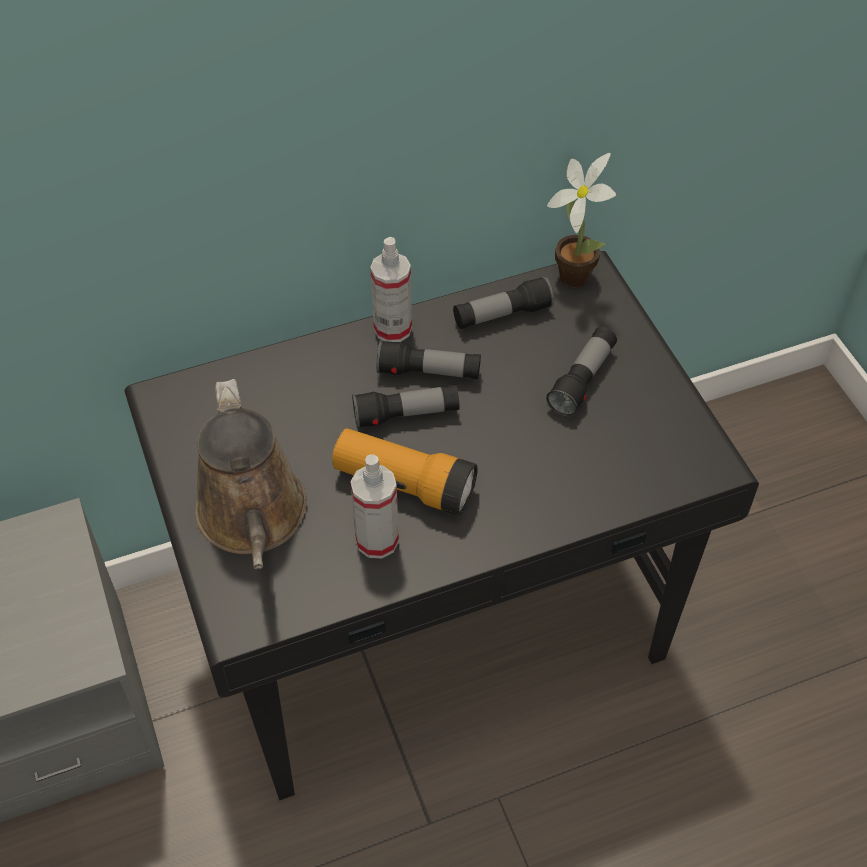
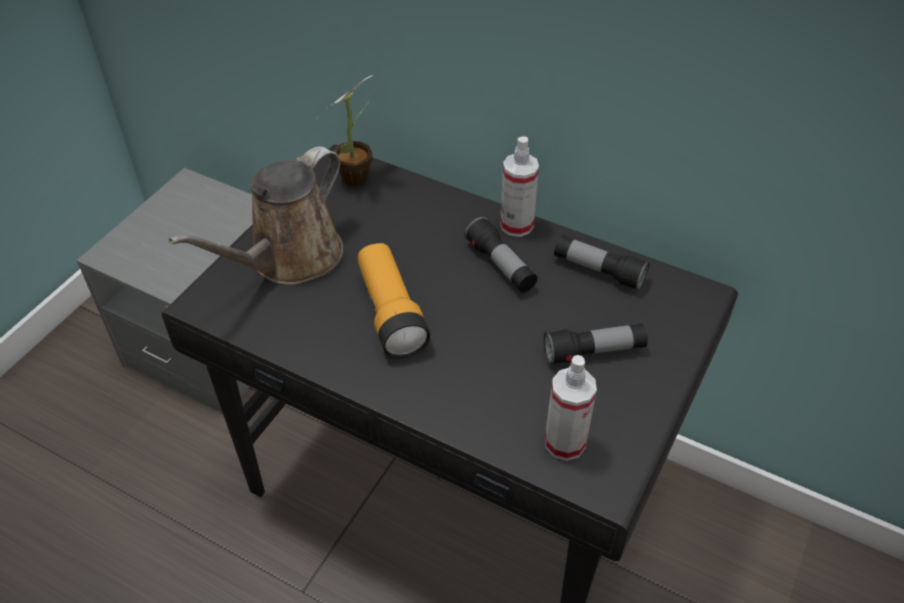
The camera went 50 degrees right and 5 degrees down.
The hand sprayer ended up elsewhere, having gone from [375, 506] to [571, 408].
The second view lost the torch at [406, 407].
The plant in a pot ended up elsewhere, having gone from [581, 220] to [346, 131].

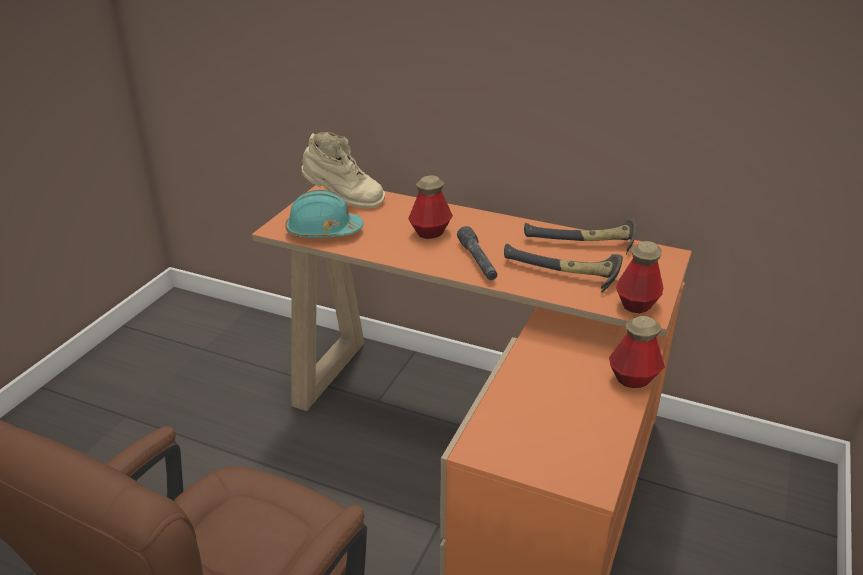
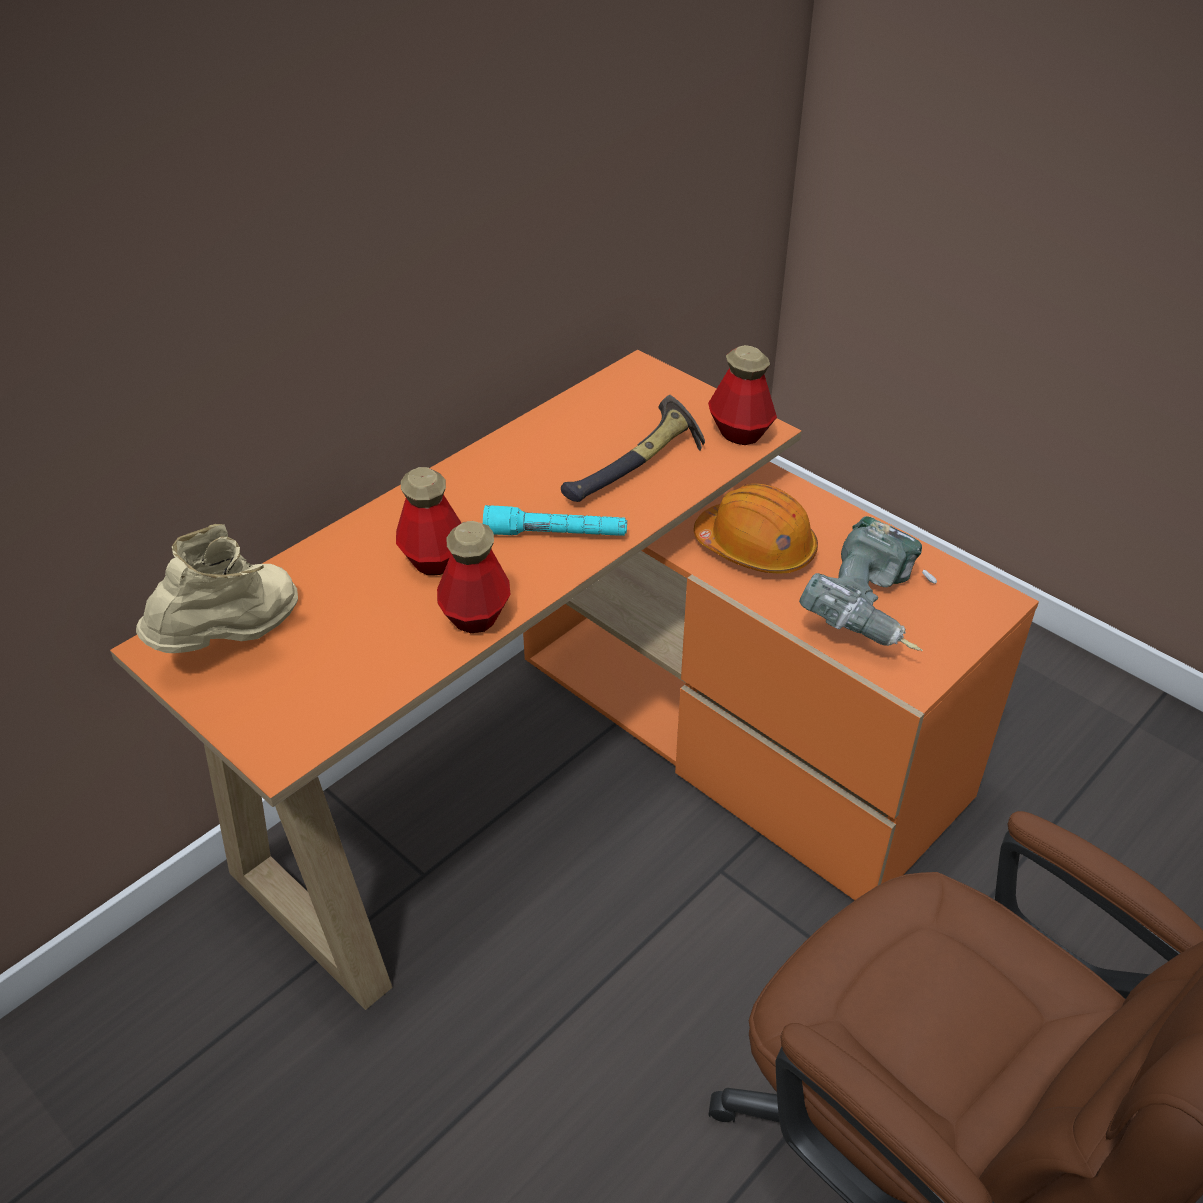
The camera went 70 degrees left and 10 degrees up.
The second view lost the turquoise hard hat at [324, 214].
What was the greyish torch at [477, 253] turned into the turquoise torch at [555, 520].
The second view lost the tool hammer at [580, 236].
The beverage bottle ended up elsewhere, having gone from [637, 352] to [474, 577].
The second view gained the orangey hard hat at [756, 528].
The second view gained the electric drill at [868, 583].

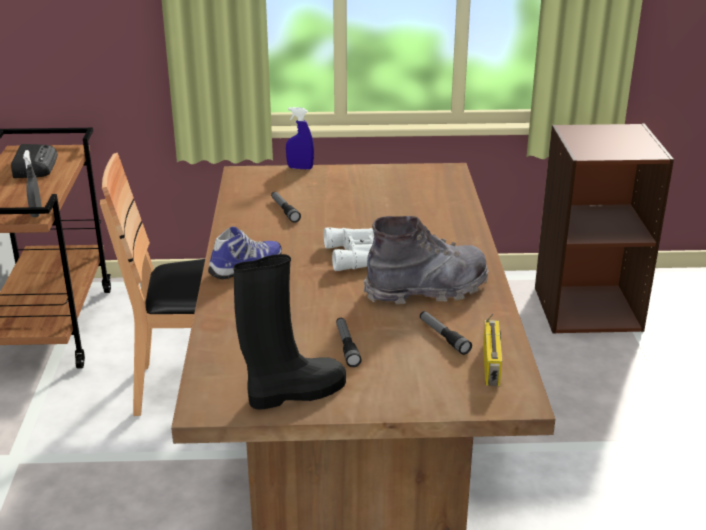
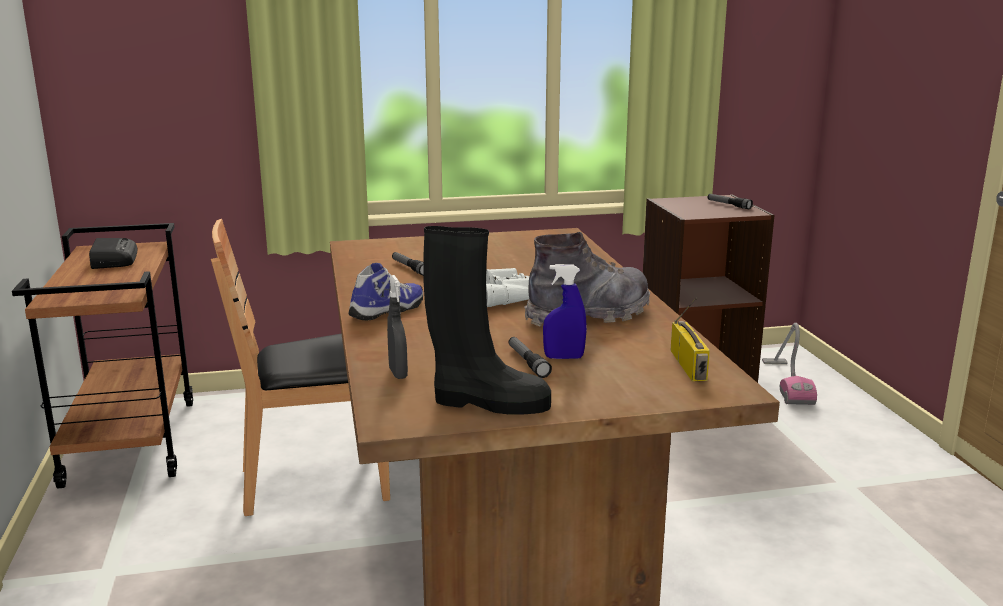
The camera went 10 degrees left and 10 degrees down.
The greyish hand sprayer ended up elsewhere, having gone from [32, 183] to [397, 327].
The black-coloured high-top boot at [290, 331] ended up facing another way, 45 degrees clockwise from before.
The bluish hand sprayer ended up elsewhere, having gone from [300, 138] to [565, 311].
The torch ended up elsewhere, having gone from [446, 333] to [730, 202].
The second view gained the vacuum cleaner at [789, 364].

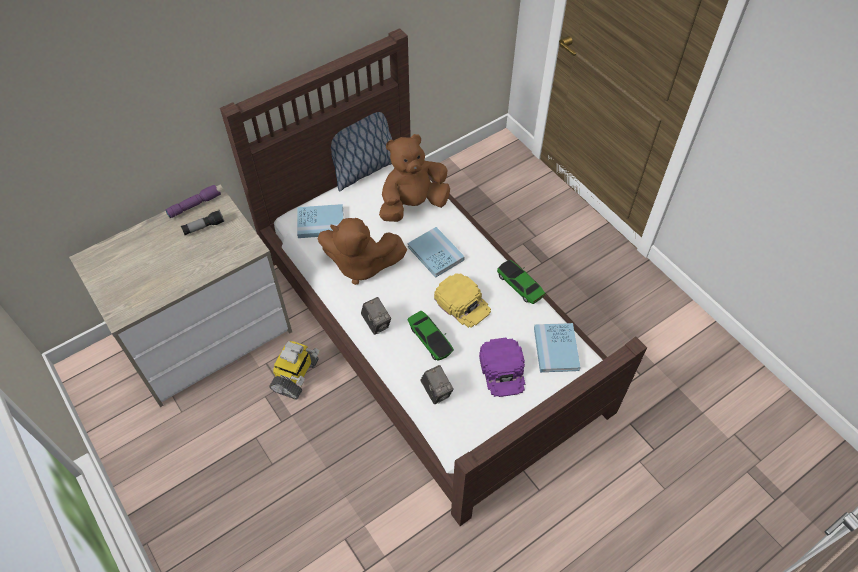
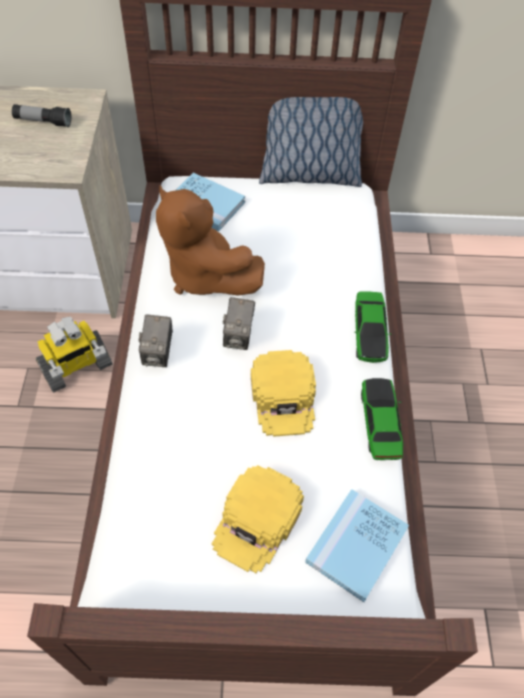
The camera went 35 degrees right and 0 degrees up.
The second view lost the purple-coloured torch at [193, 201].
The second view lost the brown cuddly toy at [414, 178].
The toy car ended up elsewhere, having gone from [430, 336] to [373, 327].
The second view lost the bluish volume at [436, 252].
The photo camera ended up elsewhere, having gone from [437, 384] to [239, 323].
What was the purple-coloured baseball cap at [502, 367] turned into the yellow baseball cap at [258, 519].

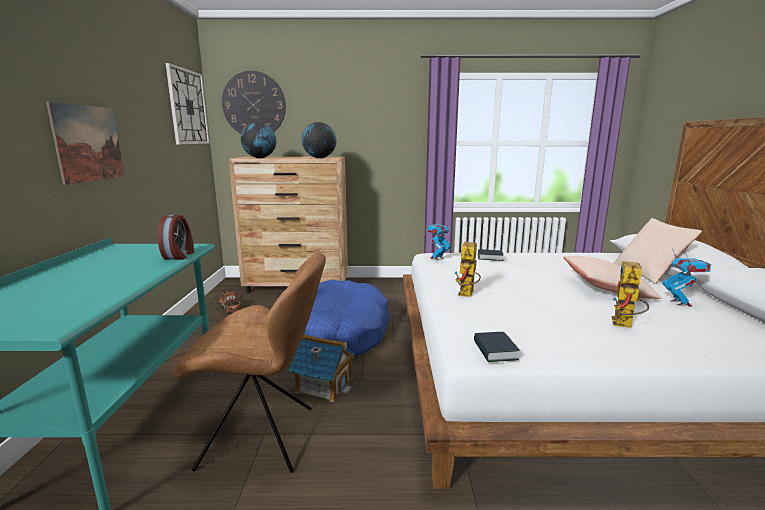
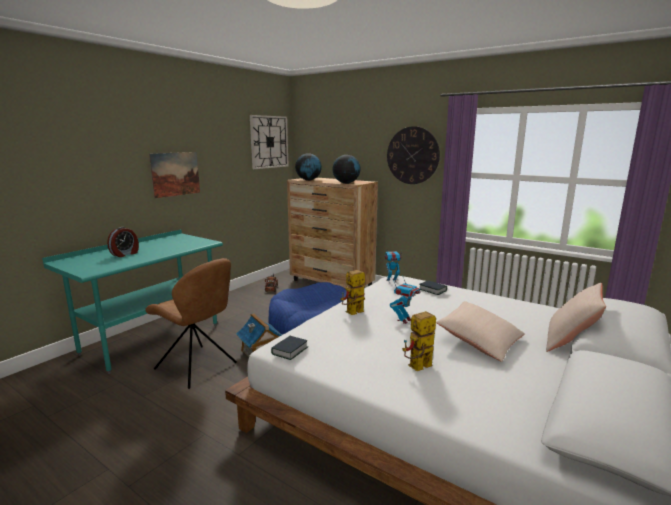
The camera went 35 degrees right and 0 degrees up.
The bedside clock ended up elsewhere, having gone from [176, 236] to [123, 242].
The clock on the wall ended up elsewhere, having gone from [254, 102] to [413, 155].
The model robot ended up elsewhere, having gone from [686, 277] to [405, 299].

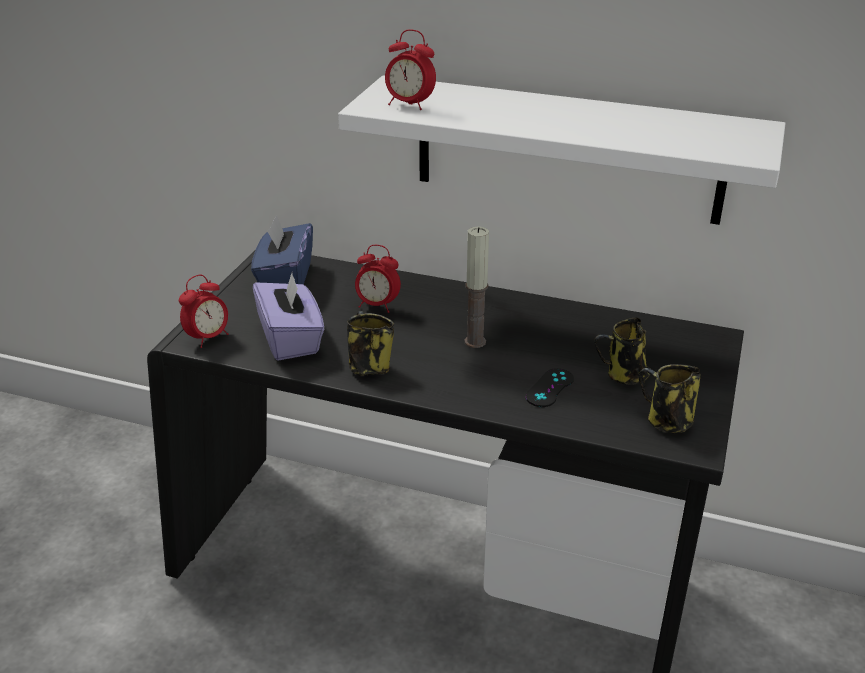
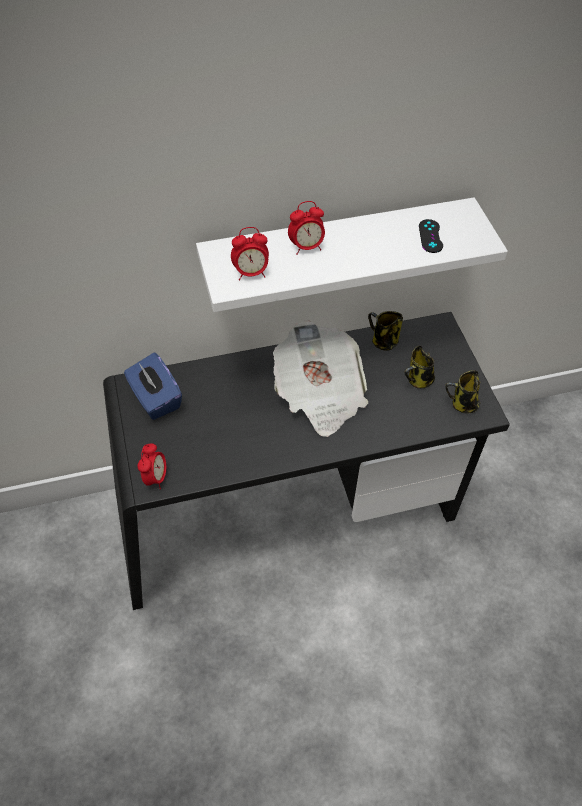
The camera went 35 degrees left and 20 degrees up.
The second view lost the purple-coloured box of tissues at [288, 315].
The mug ended up elsewhere, having gone from [370, 343] to [385, 331].
The bedside clock ended up elsewhere, having gone from [378, 279] to [306, 228].
Where the wax light stood at [477, 287], the daily paper came to stand at [320, 378].
The black-coloured joypad ended up elsewhere, having gone from [550, 387] to [431, 236].

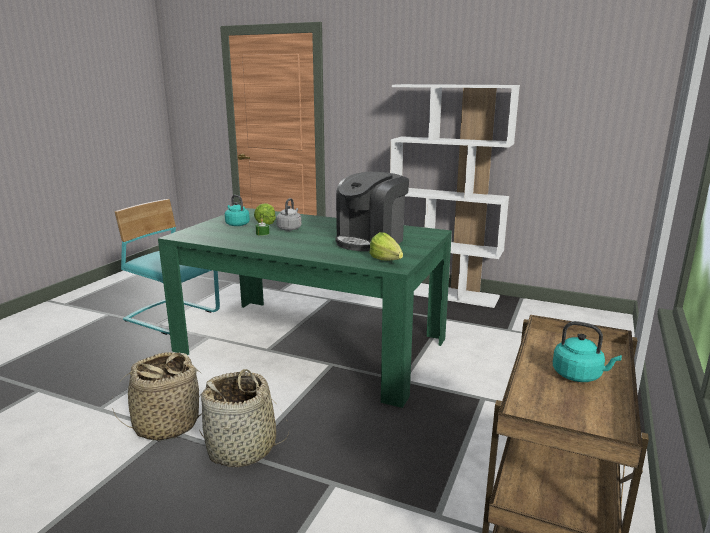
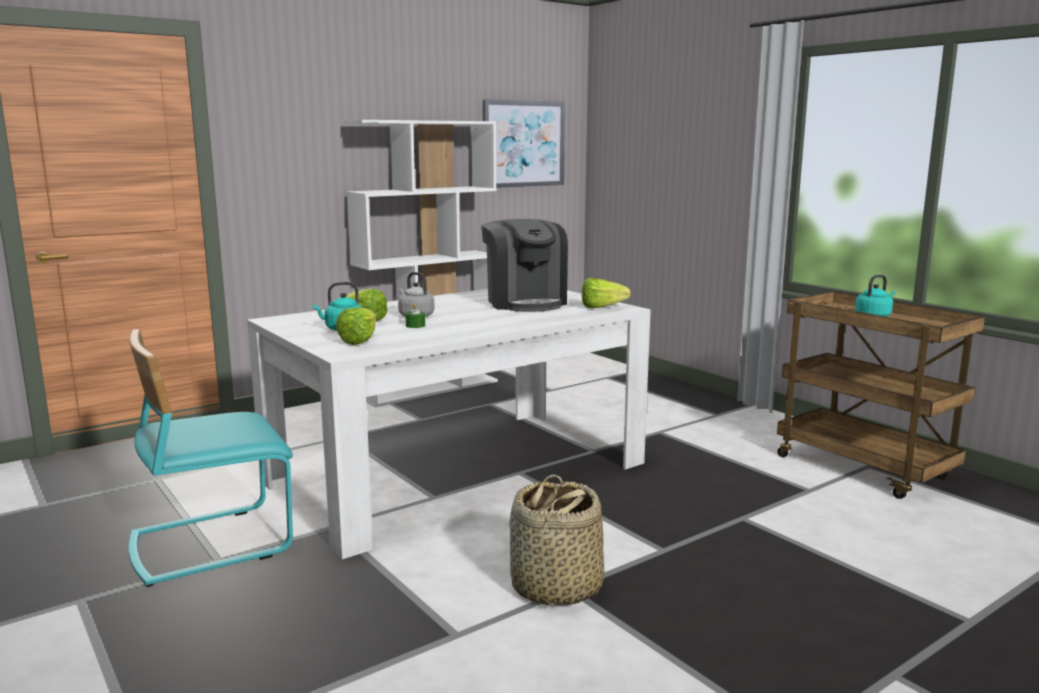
The camera went 60 degrees left and 5 degrees down.
What was the green kitchen table at [305, 308] turned into the whitish kitchen table at [449, 424].
The second view lost the storage basket at [244, 418].
The second view gained the lettuce at [356, 326].
The second view gained the wall art at [524, 143].

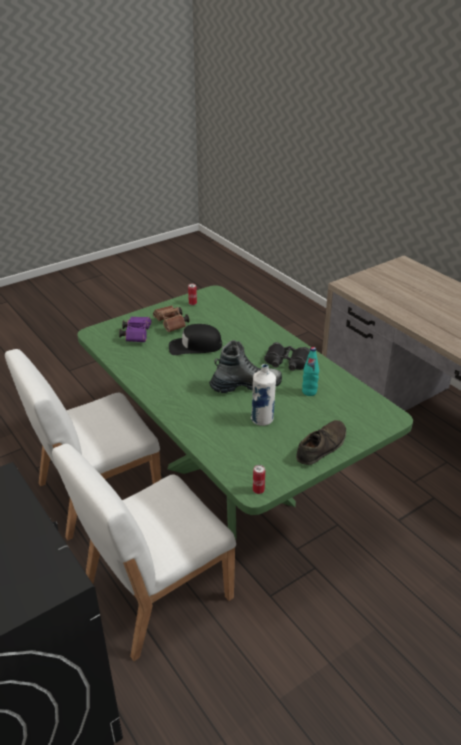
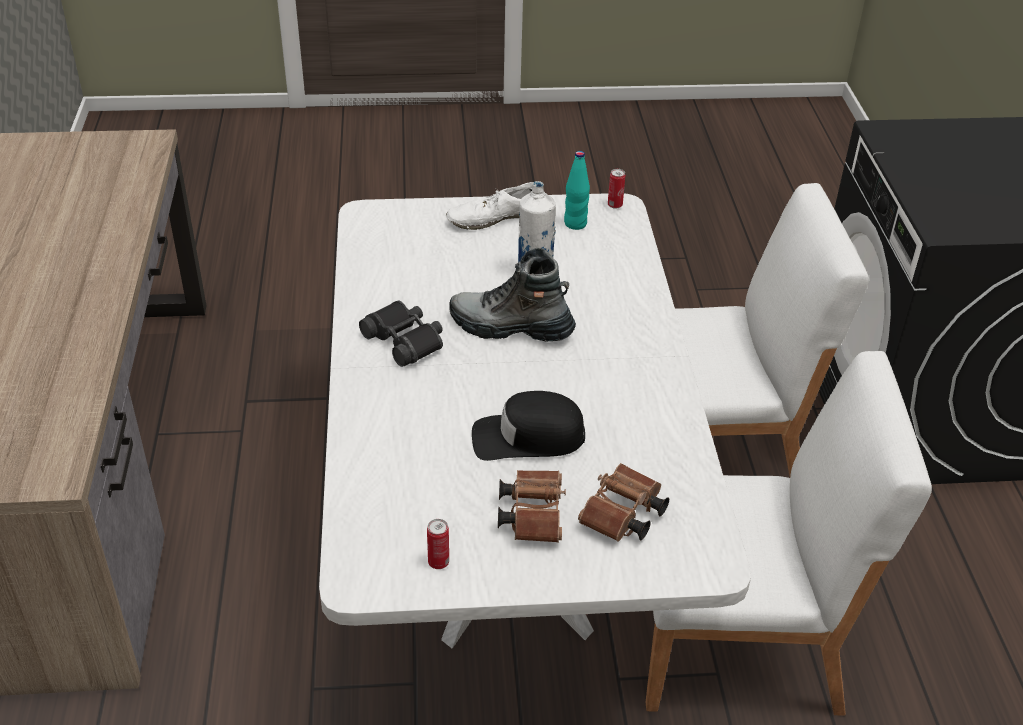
The camera went 150 degrees left and 5 degrees up.
What was the green kitchen table at [245, 412] turned into the whitish kitchen table at [535, 420].
What was the purple-coloured field glasses at [135, 329] turned into the brown field glasses at [623, 502].
The black-coloured baseball cap at [195, 339] ended up facing another way, 150 degrees clockwise from before.
What was the brown shoe at [321, 442] turned into the whitish shoe at [489, 206].
The turquoise beverage bottle ended up elsewhere, having gone from [310, 371] to [577, 190].

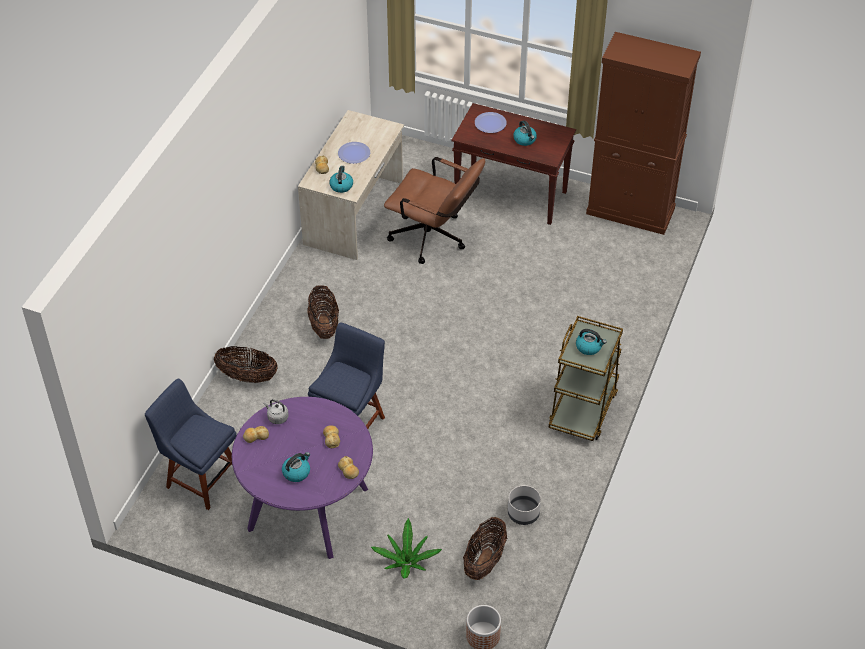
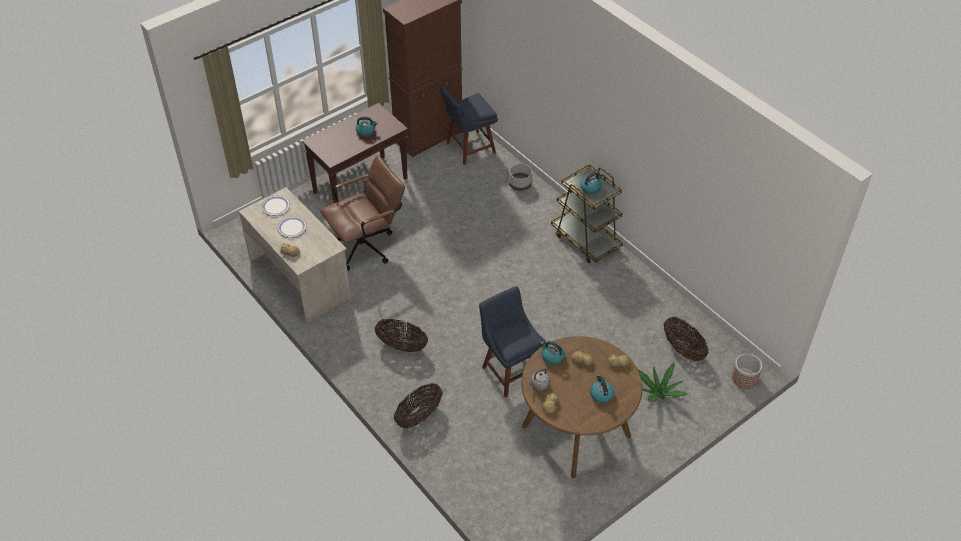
The camera went 60 degrees left and 0 degrees up.
The bluish chair ended up elsewhere, having gone from [191, 444] to [469, 125].
What was the purple-coloured kitchen table at [302, 478] turned into the brown kitchen table at [581, 407].
The water kettle ended up elsewhere, having gone from [341, 179] to [552, 353].
The flat dish ended up elsewhere, having gone from [491, 122] to [275, 205].
The greyish flower pot ended up elsewhere, having gone from [524, 505] to [520, 177].

